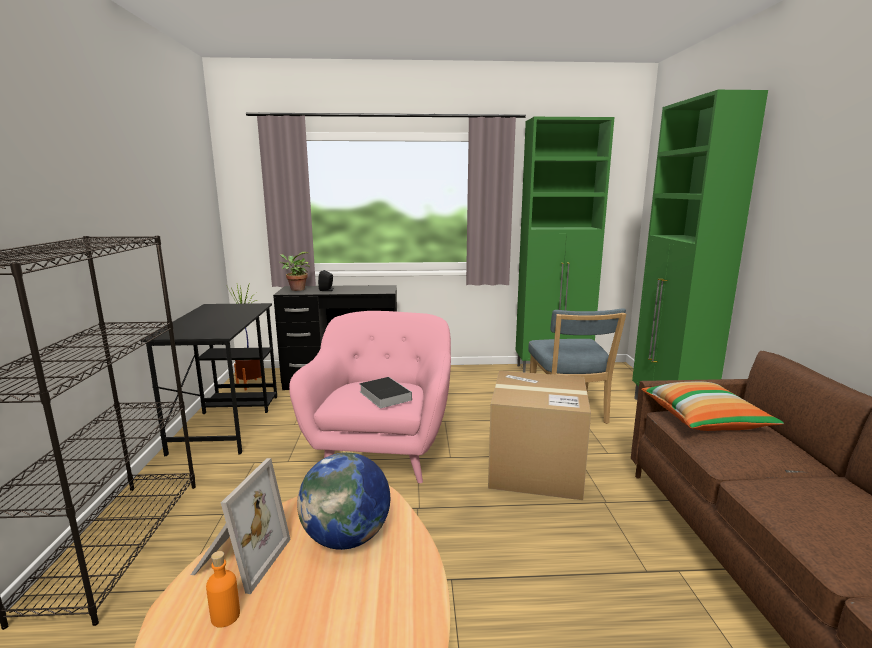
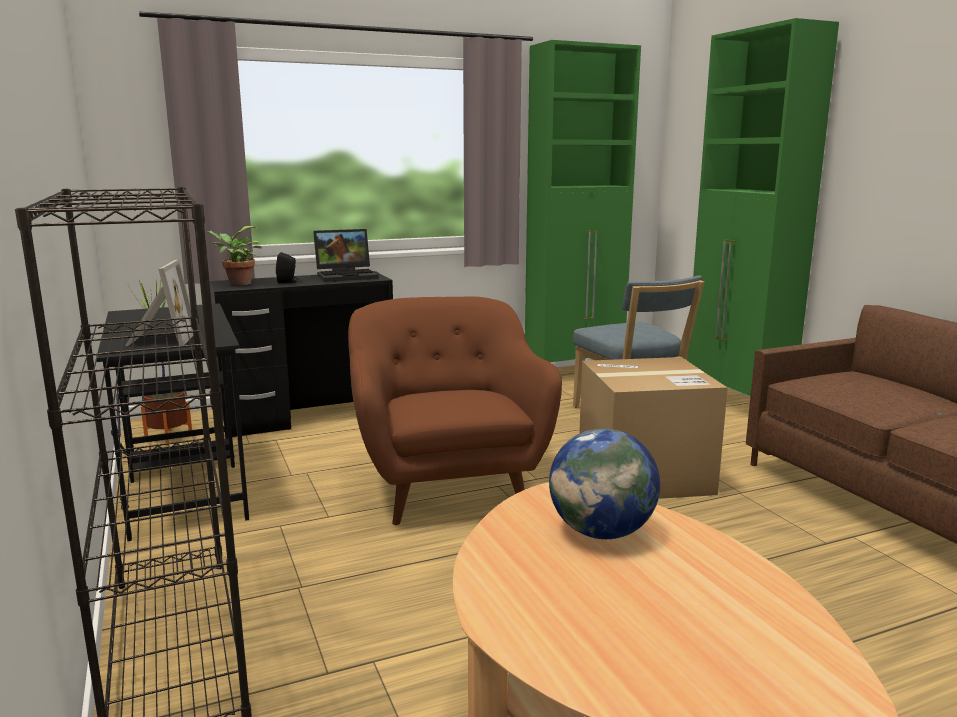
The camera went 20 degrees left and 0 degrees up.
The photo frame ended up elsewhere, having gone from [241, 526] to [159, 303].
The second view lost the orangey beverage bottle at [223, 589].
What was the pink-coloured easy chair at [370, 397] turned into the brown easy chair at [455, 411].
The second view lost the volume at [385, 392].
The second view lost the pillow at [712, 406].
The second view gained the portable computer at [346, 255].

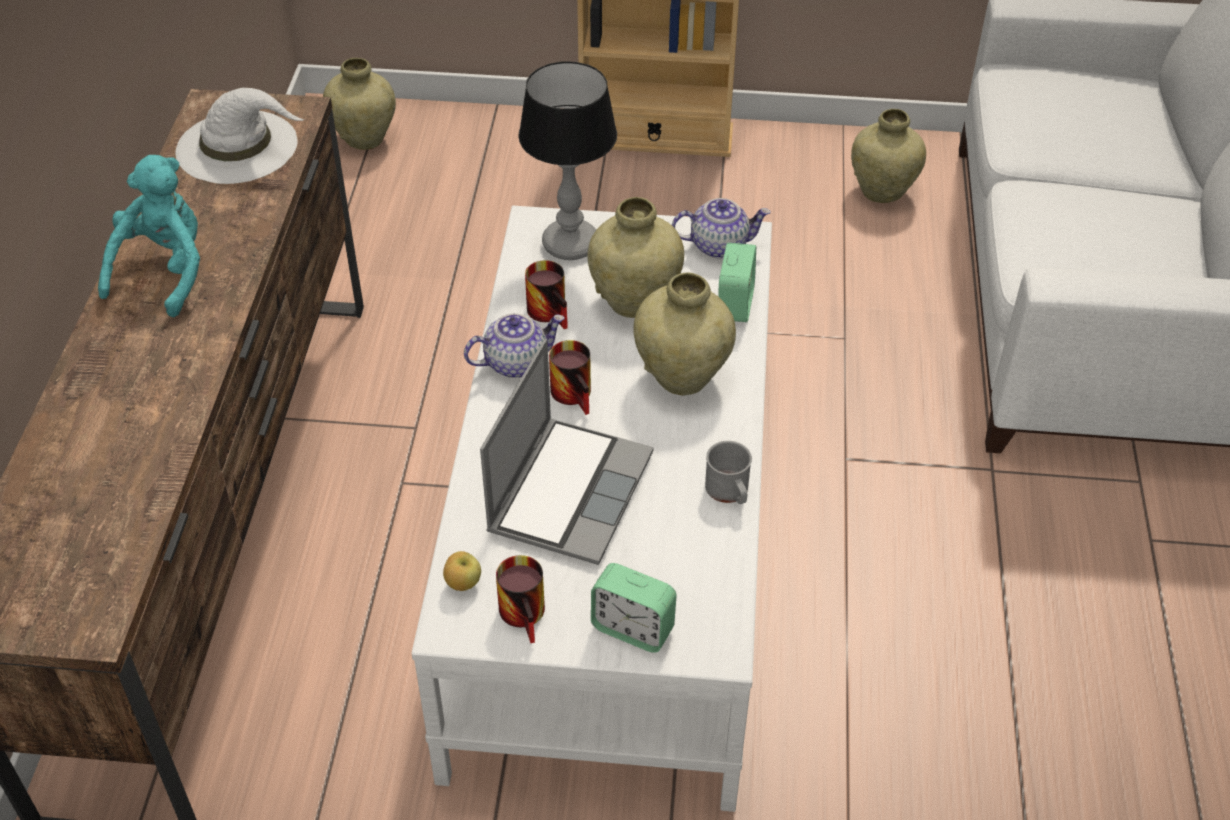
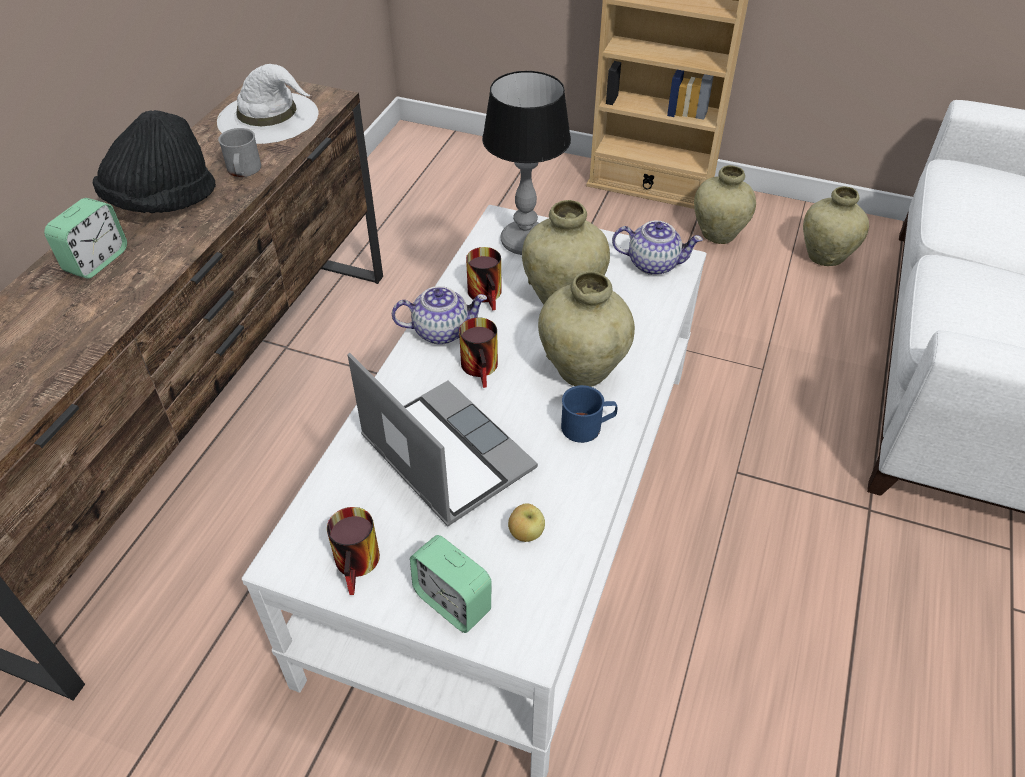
The camera went 15 degrees right and 0 degrees up.
Where the turquoise cuddly toy stood at [149, 236], the black-coloured hat came to stand at [154, 161].
The beige flower vase ended up elsewhere, having gone from [359, 104] to [725, 204].
The apple fruit ended up elsewhere, having gone from [462, 571] to [526, 522].
The portable computer at [567, 452] ended up facing another way, 75 degrees counterclockwise from before.
The greyish mug ended up elsewhere, having gone from [728, 472] to [239, 152].
The bedside clock ended up elsewhere, having gone from [737, 282] to [85, 238].
The second view gained the bluish mug at [589, 414].

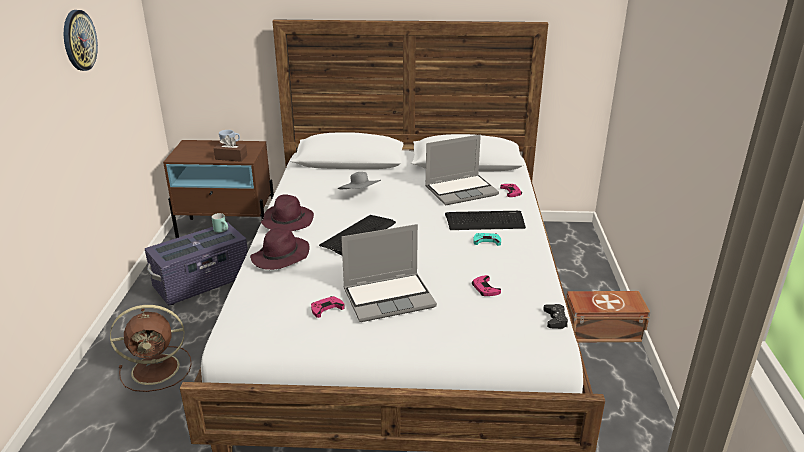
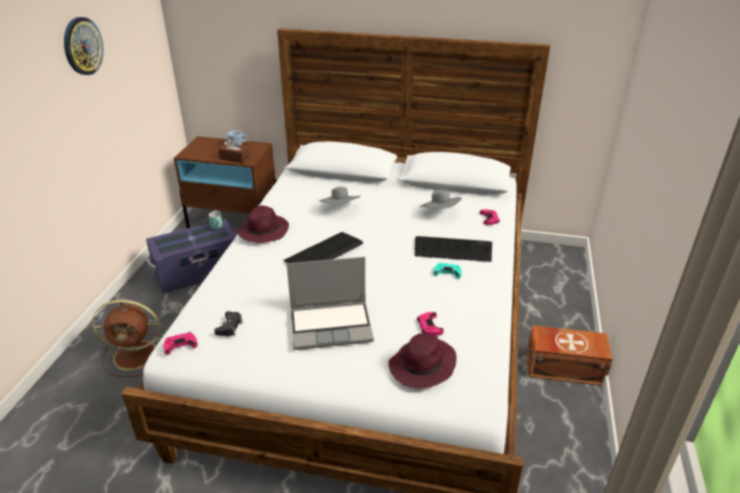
The camera went 10 degrees right and 5 degrees up.
The purple-coloured hat ended up elsewhere, having gone from [279, 249] to [422, 361].
The pink-coloured joypad ended up elsewhere, having gone from [328, 307] to [180, 343].
Where the portable computer stood at [462, 170], the greyish hat came to stand at [440, 199].
The black-coloured joypad ended up elsewhere, having gone from [555, 316] to [228, 324].

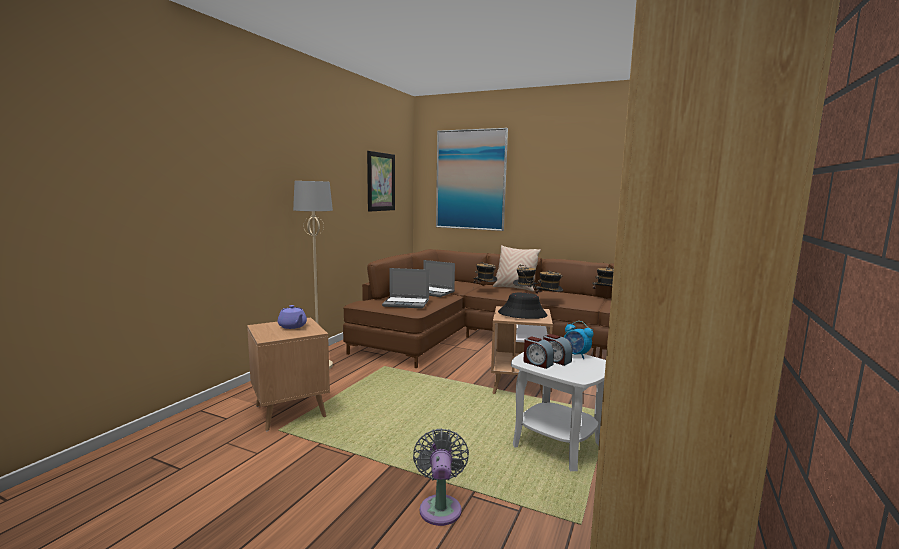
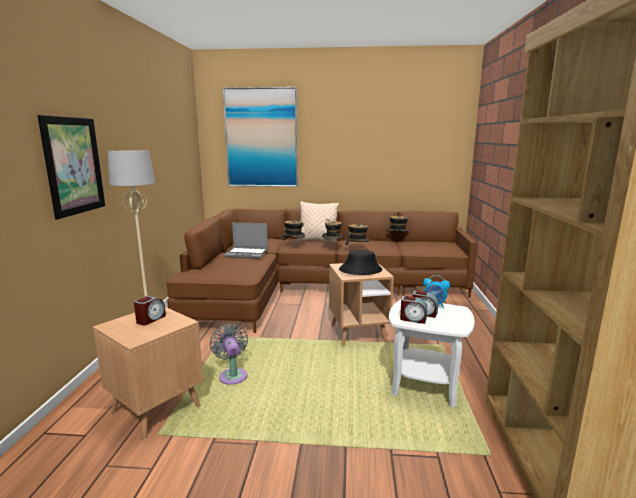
The camera went 20 degrees left and 5 degrees up.
Where the purple-coloured tea pot stood at [292, 317], the bedside clock came to stand at [150, 310].
The wall art ended up elsewhere, having gone from [381, 181] to [71, 167].
The second view lost the portable computer at [405, 288].
The greyish fan ended up elsewhere, having gone from [441, 477] to [229, 354].

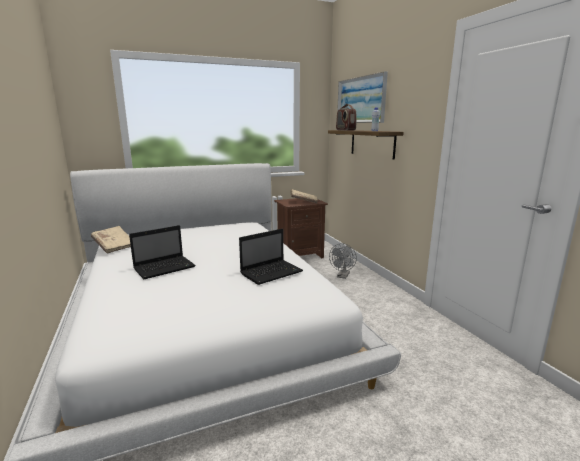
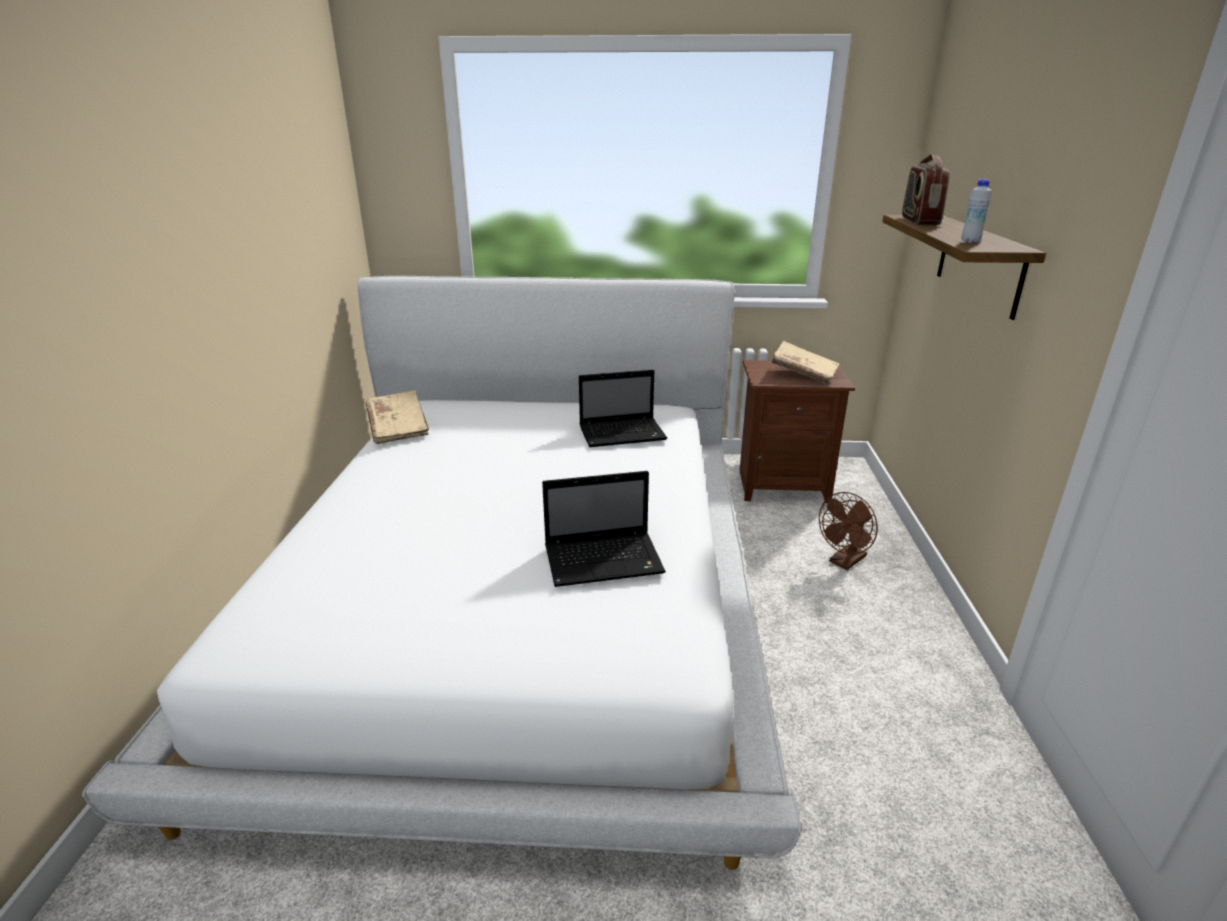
The camera went 25 degrees right and 10 degrees up.
The portable computer ended up elsewhere, having gone from [162, 252] to [623, 408].
What was the greyish fan at [343, 261] turned into the brown fan at [848, 531].
The second view lost the wall art at [362, 97].

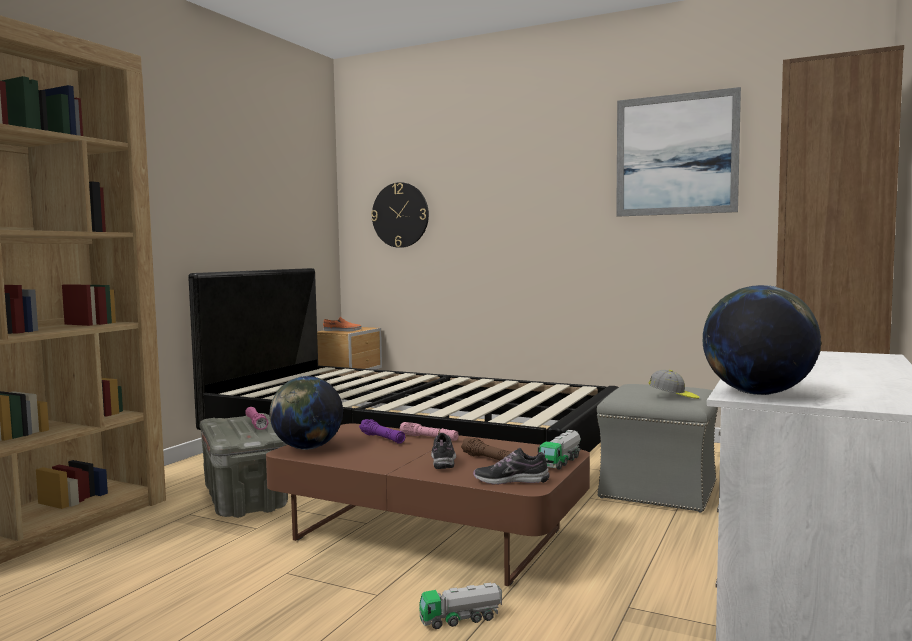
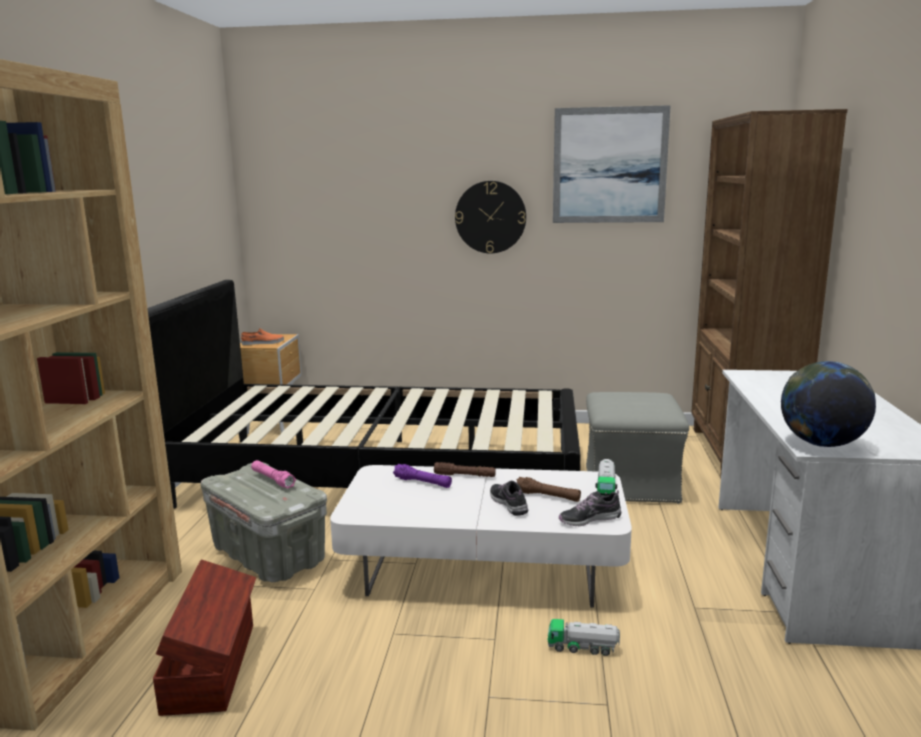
The camera went 20 degrees left and 10 degrees up.
What was the brown coffee table at [428, 505] turned into the whitish coffee table at [481, 536].
The second view lost the desk globe at [306, 413].
The clock on the wall ended up elsewhere, having gone from [400, 215] to [490, 217].
What was the pink-coloured torch at [429, 431] turned into the brown torch at [465, 469].
The toy lorry at [460, 605] ended up facing another way, 45 degrees clockwise from before.
The second view lost the baseball cap at [674, 384].
The second view gained the brown storage container at [204, 638].

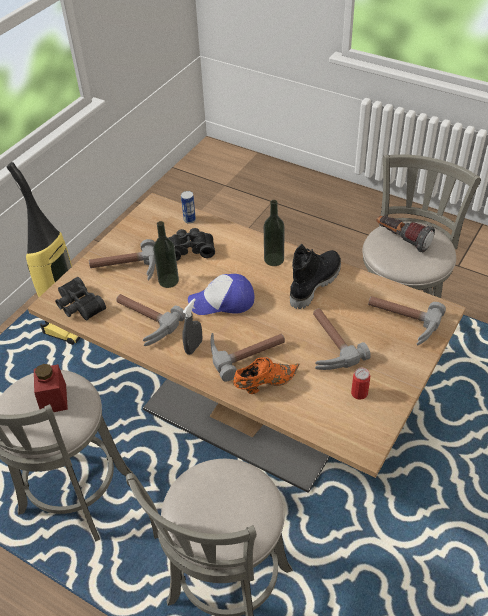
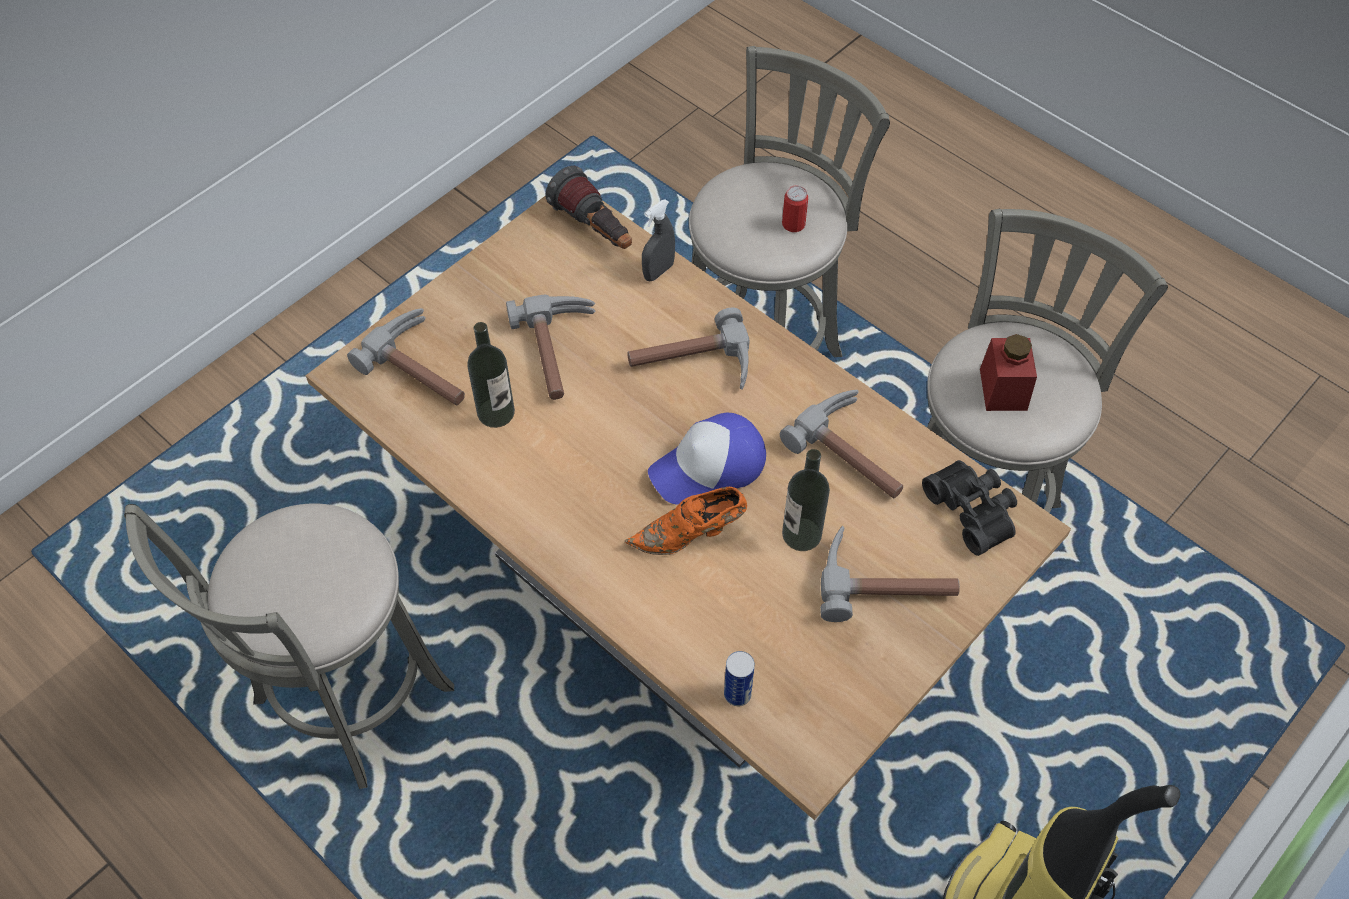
The camera went 170 degrees left and 10 degrees up.
The second view lost the black-coloured field glasses at [191, 244].
The greyish hand sprayer ended up elsewhere, having gone from [192, 326] to [658, 240].
The baseball cap at [221, 294] ended up facing another way, 150 degrees clockwise from before.
The orangey shoe ended up elsewhere, having gone from [266, 375] to [686, 521].
The beverage bottle ended up elsewhere, having gone from [274, 233] to [491, 375].
The second view lost the black-coloured high-top boot at [315, 276].
The can ended up elsewhere, having gone from [360, 384] to [795, 208].
The torch ended up elsewhere, having gone from [405, 234] to [588, 207].

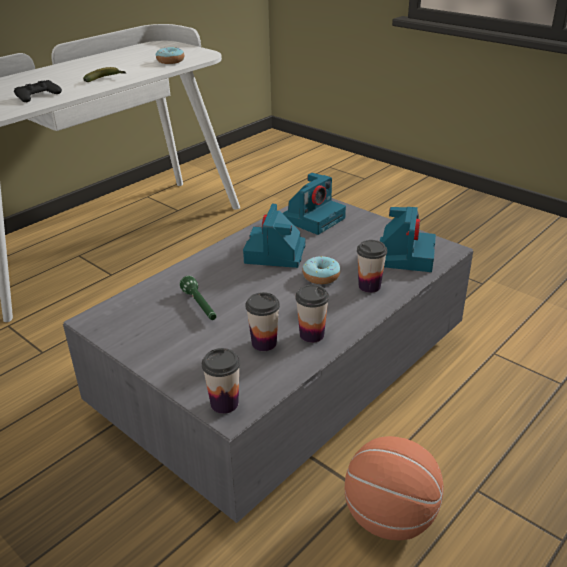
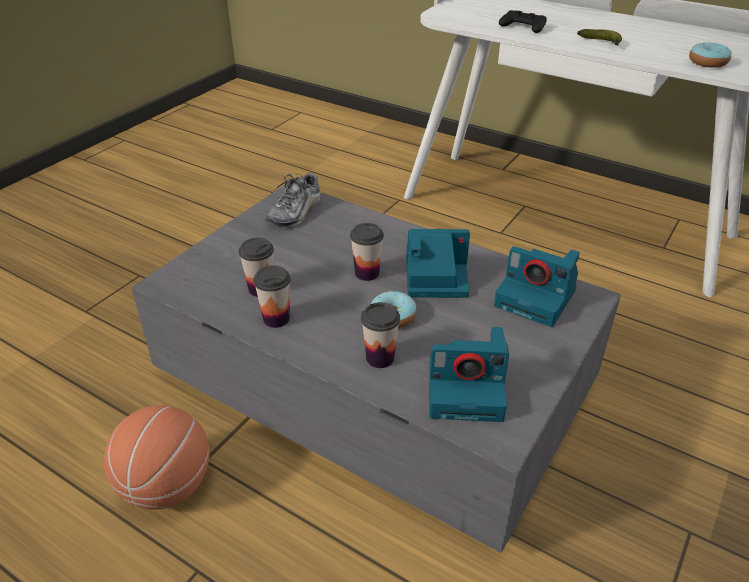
The camera went 80 degrees right and 5 degrees up.
The second view lost the green torch at [198, 298].
The small cup ended up elsewhere, having gone from [221, 381] to [367, 252].
The second view gained the shoe at [293, 200].

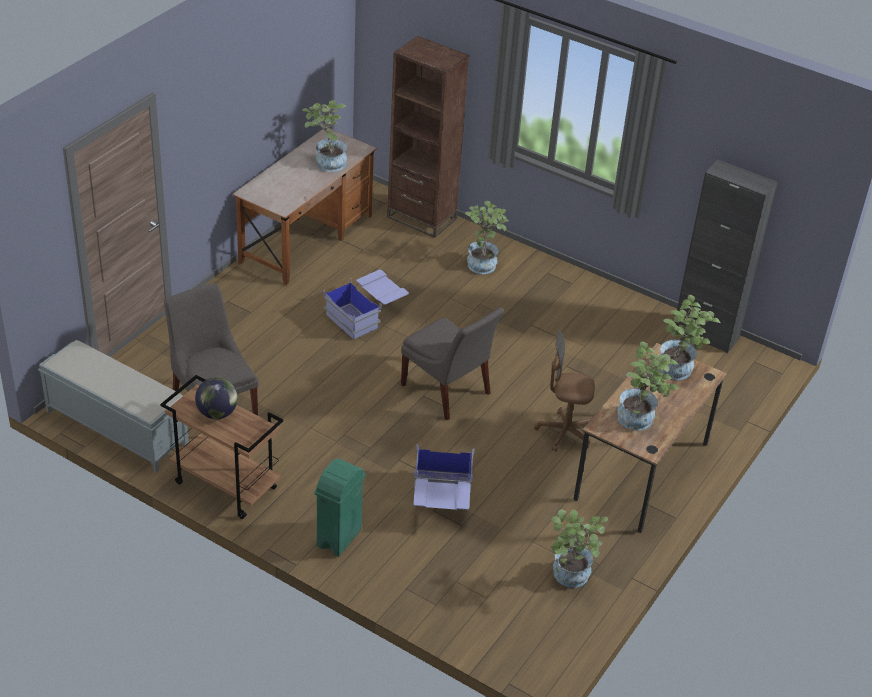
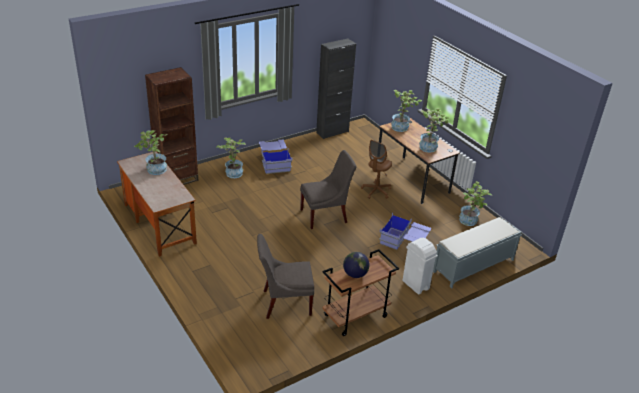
The camera went 65 degrees left and 5 degrees down.
The greyish long seat ended up elsewhere, having gone from [113, 406] to [477, 253].
What was the green trash can at [339, 507] turned into the whitish trash can at [419, 266].
The bluish storage container ended up elsewhere, having gone from [366, 304] to [276, 157].

